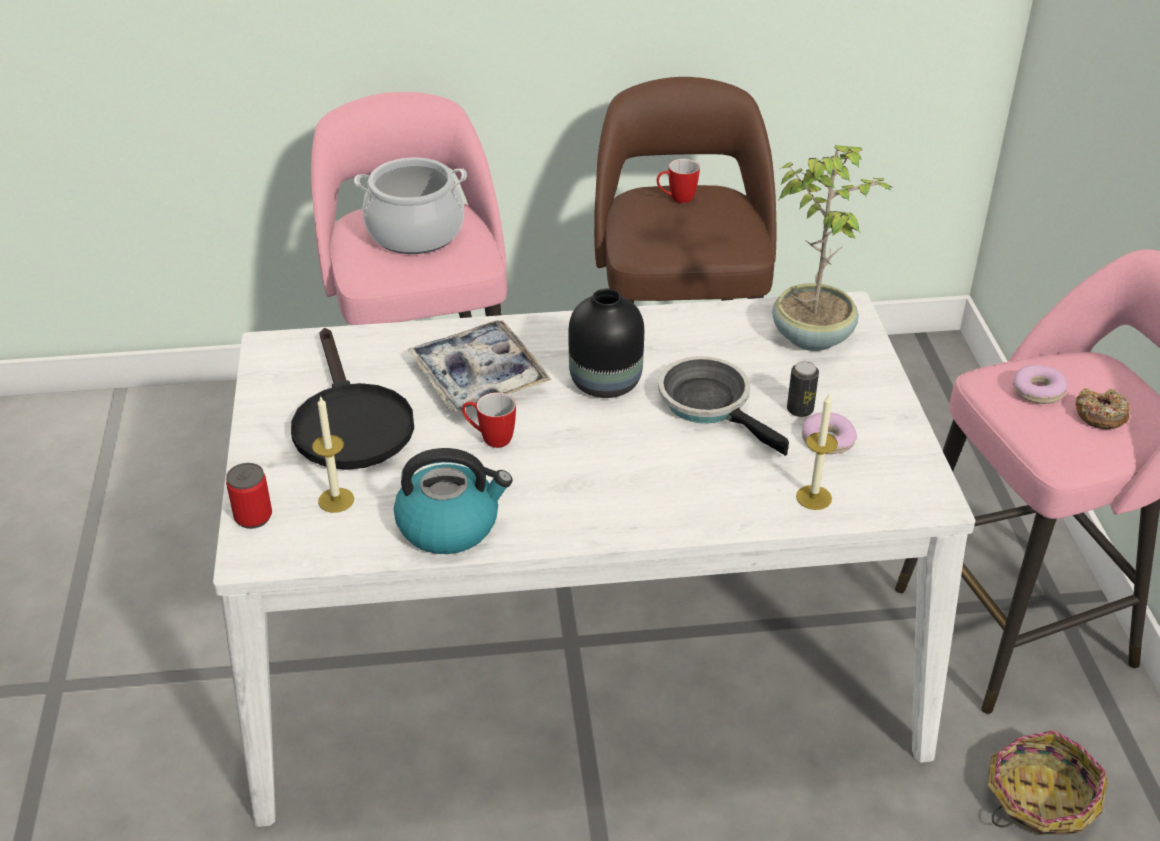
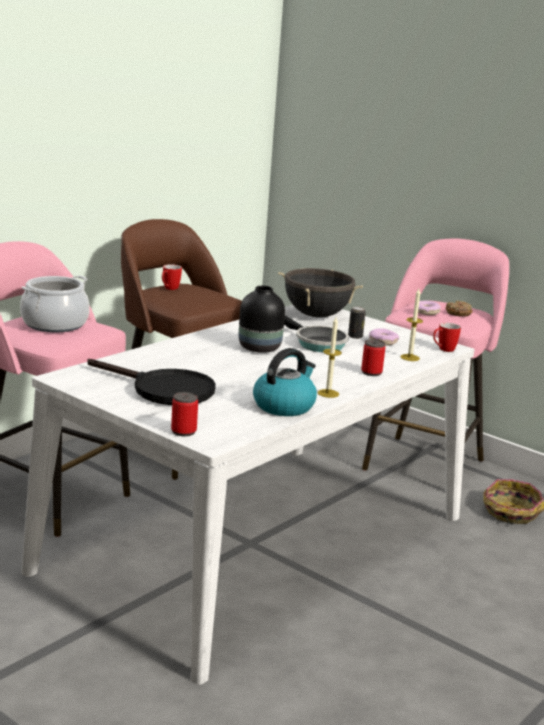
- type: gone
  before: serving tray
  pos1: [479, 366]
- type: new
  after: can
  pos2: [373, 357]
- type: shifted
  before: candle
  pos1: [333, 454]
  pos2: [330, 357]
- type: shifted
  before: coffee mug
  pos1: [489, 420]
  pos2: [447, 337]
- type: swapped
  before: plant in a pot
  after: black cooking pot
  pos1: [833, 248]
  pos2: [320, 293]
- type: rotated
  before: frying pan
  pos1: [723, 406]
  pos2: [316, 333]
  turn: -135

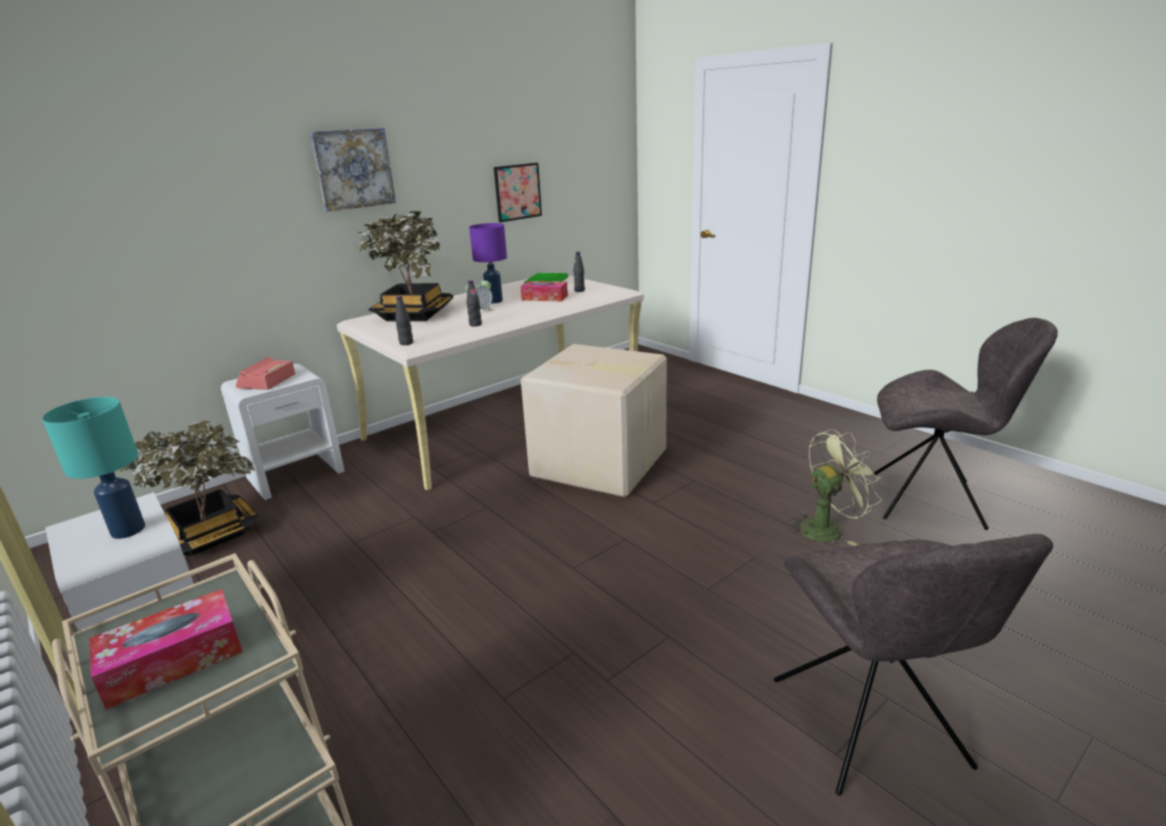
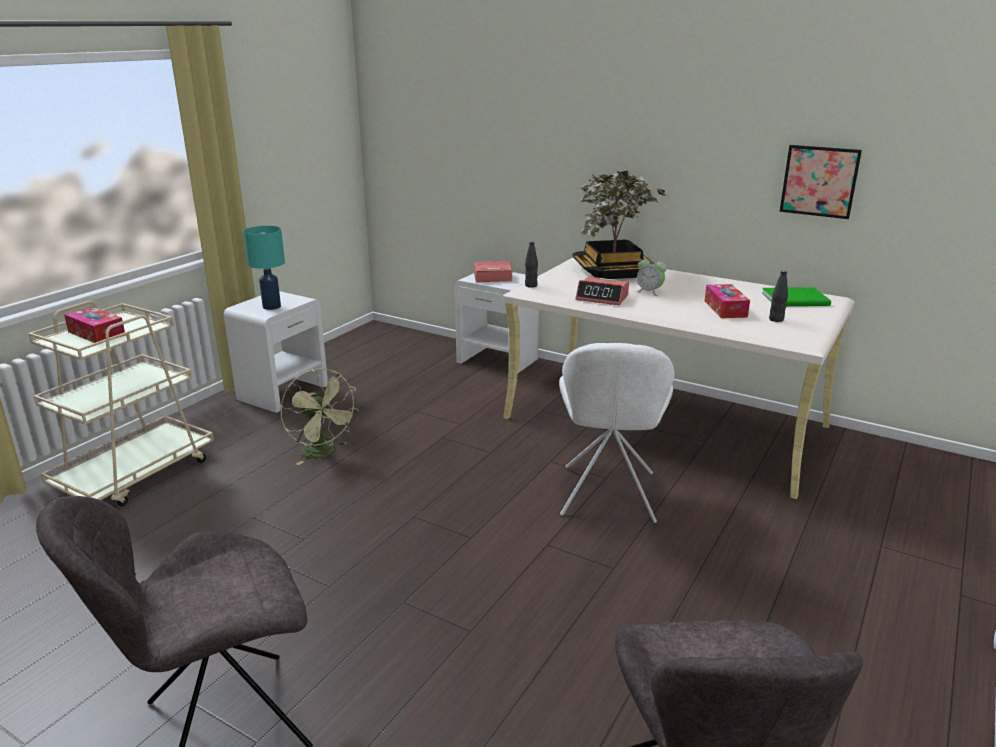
- type: gone
  before: plant in a pot
  pos1: [189, 488]
- type: gone
  before: picture
  pos1: [353, 170]
- type: gone
  before: purplish lamp for a table
  pos1: [488, 263]
- type: shifted
  before: green-coloured fan
  pos1: [834, 487]
  pos2: [319, 416]
- type: swapped
  before: black beverage bottle
  after: alarm clock
  pos1: [474, 303]
  pos2: [602, 290]
- type: swapped
  before: cardboard box
  after: white-coloured chair
  pos1: [594, 421]
  pos2: [617, 433]

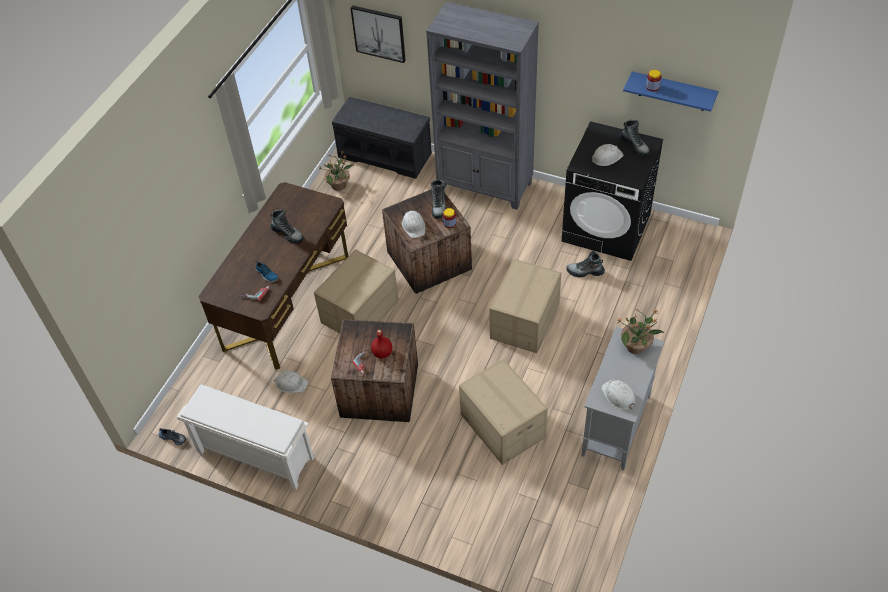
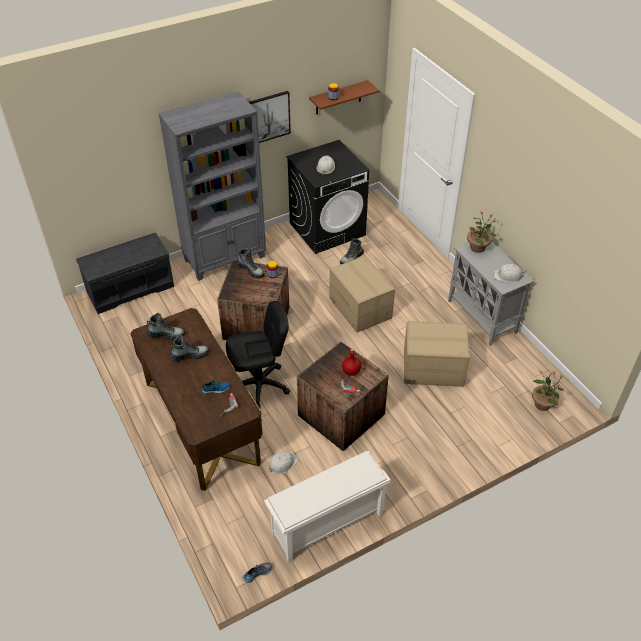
- type: gone
  before: white-coloured hard hat
  pos1: [413, 224]
- type: shifted
  before: plant in a pot
  pos1: [335, 170]
  pos2: [548, 390]
- type: shifted
  before: picture
  pos1: [378, 34]
  pos2: [270, 117]
- type: shifted
  before: boot
  pos1: [634, 138]
  pos2: [166, 326]
- type: swapped
  before: cardboard box
  after: black computer chair
  pos1: [356, 291]
  pos2: [258, 354]
- type: repainted
  before: blue-coloured bracket shelf
  after: brownish bracket shelf
  pos1: [670, 91]
  pos2: [344, 97]

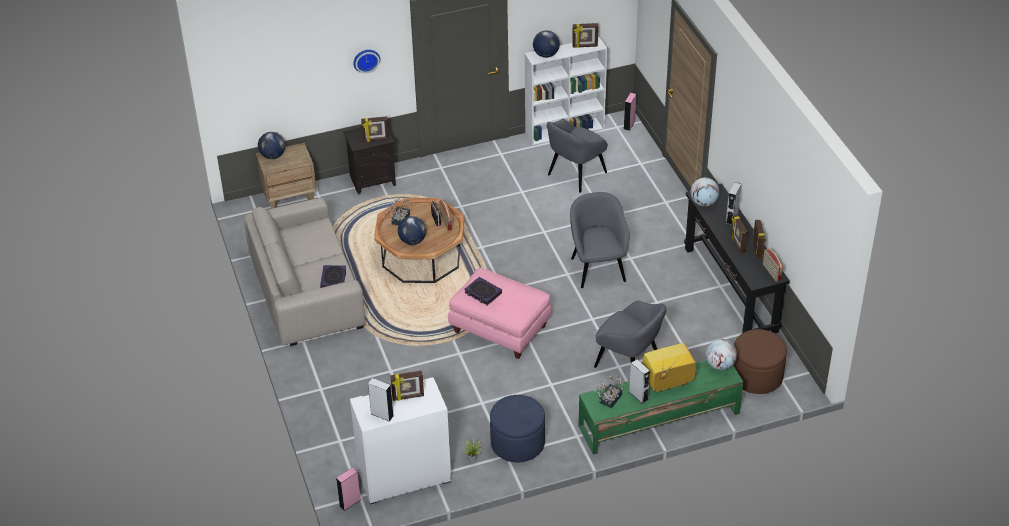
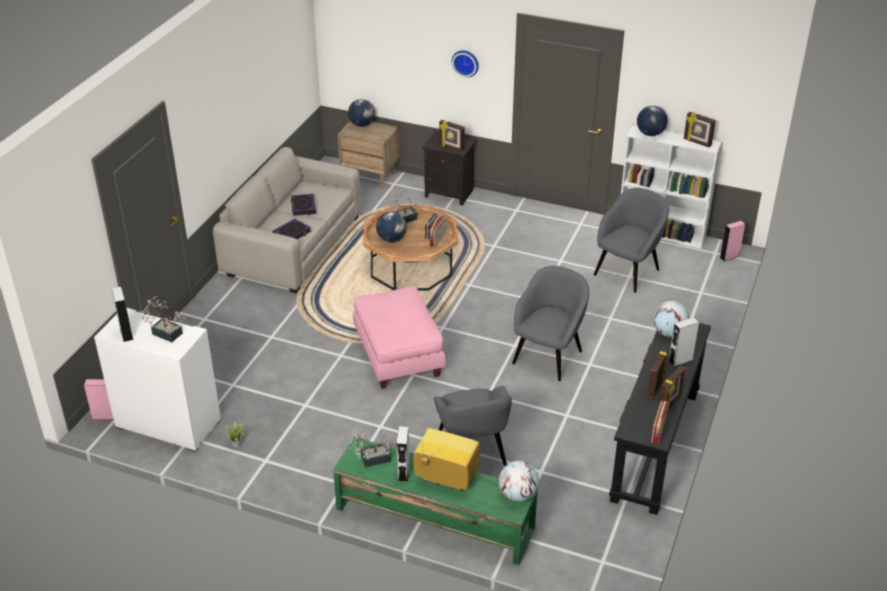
- type: gone
  before: blue-coloured pouffe
  pos1: [517, 428]
- type: gone
  before: brownish pouffe
  pos1: [760, 361]
- type: shifted
  before: book
  pos1: [483, 291]
  pos2: [303, 205]
- type: swapped
  before: photo frame
  after: plant in a pot
  pos1: [407, 386]
  pos2: [162, 319]
- type: rotated
  before: greyish armchair
  pos1: [577, 156]
  pos2: [631, 240]
  turn: 135

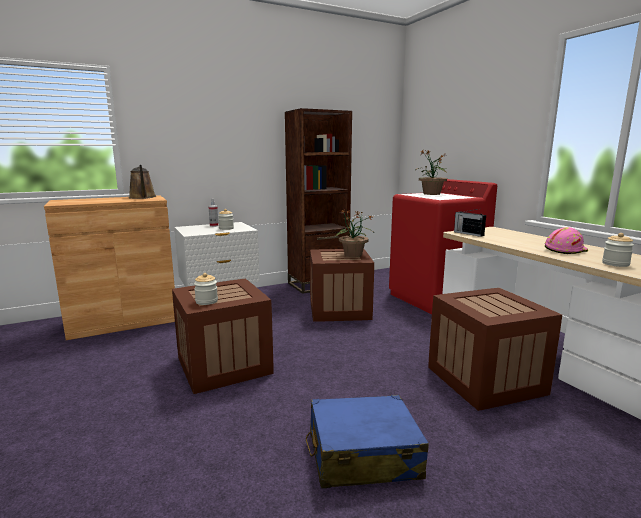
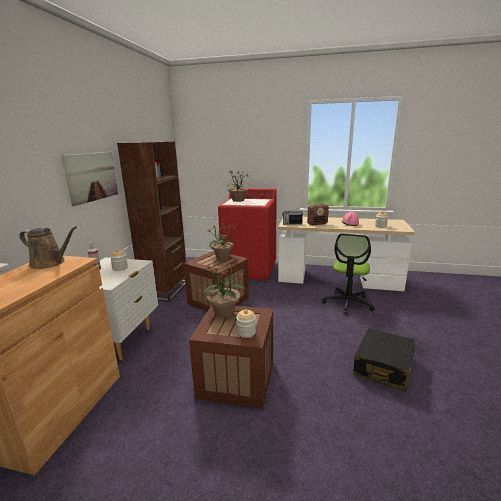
- type: new
  after: picture
  pos2: [89, 179]
- type: new
  after: plant in a pot
  pos2: [224, 291]
- type: new
  after: radio set
  pos2: [318, 214]
- type: swapped
  before: shipping crate
  after: computer chair
  pos1: [495, 349]
  pos2: [348, 274]
- type: repainted
  before: blue-coloured travel case
  after: black travel case
  pos1: [367, 441]
  pos2: [384, 360]

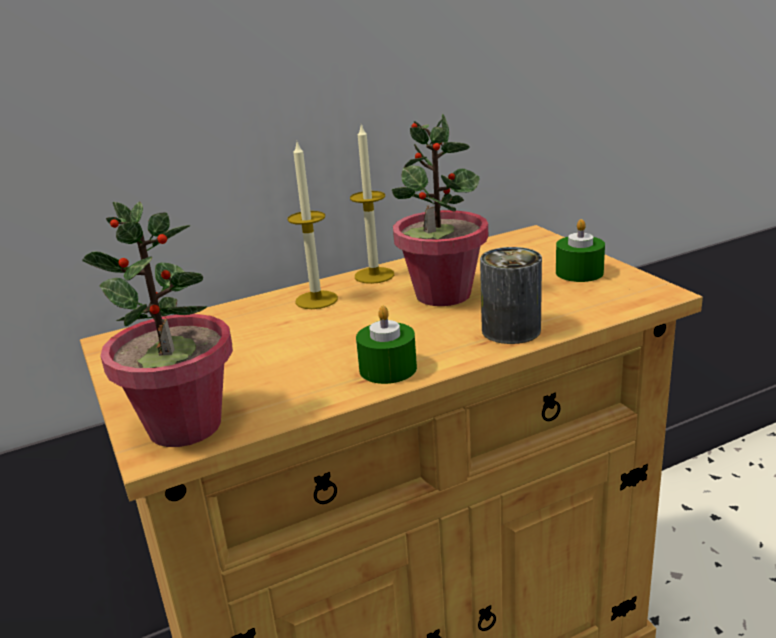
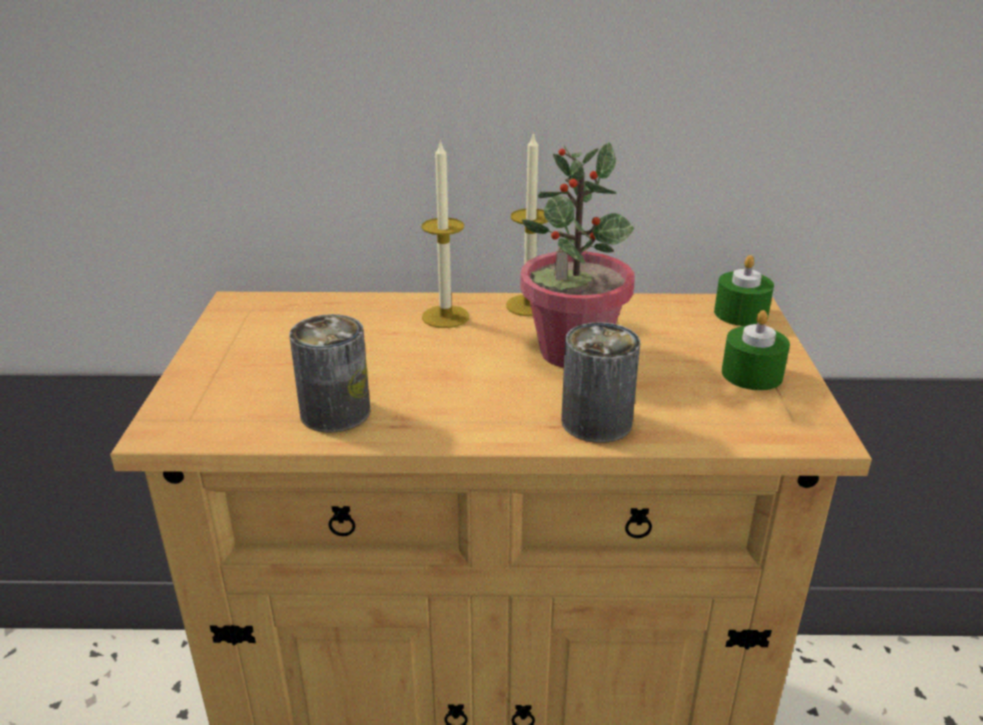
- type: gone
  before: plant in a pot
  pos1: [157, 324]
- type: new
  after: can
  pos2: [329, 373]
- type: shifted
  before: green-coloured candle
  pos1: [386, 345]
  pos2: [744, 290]

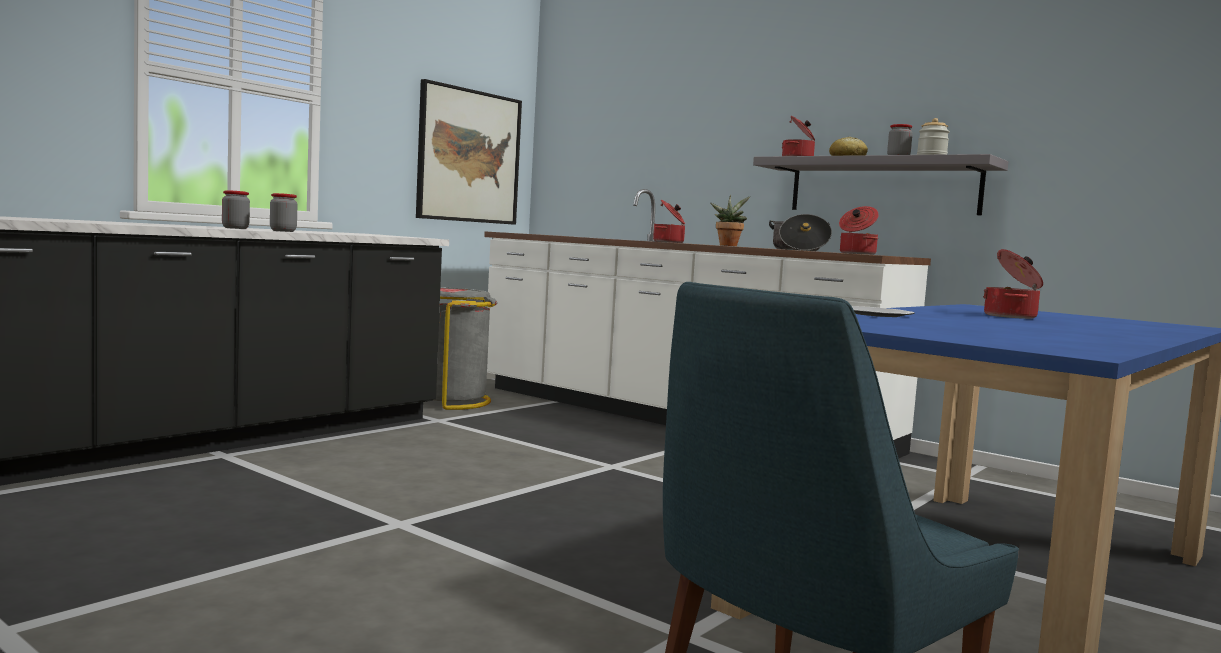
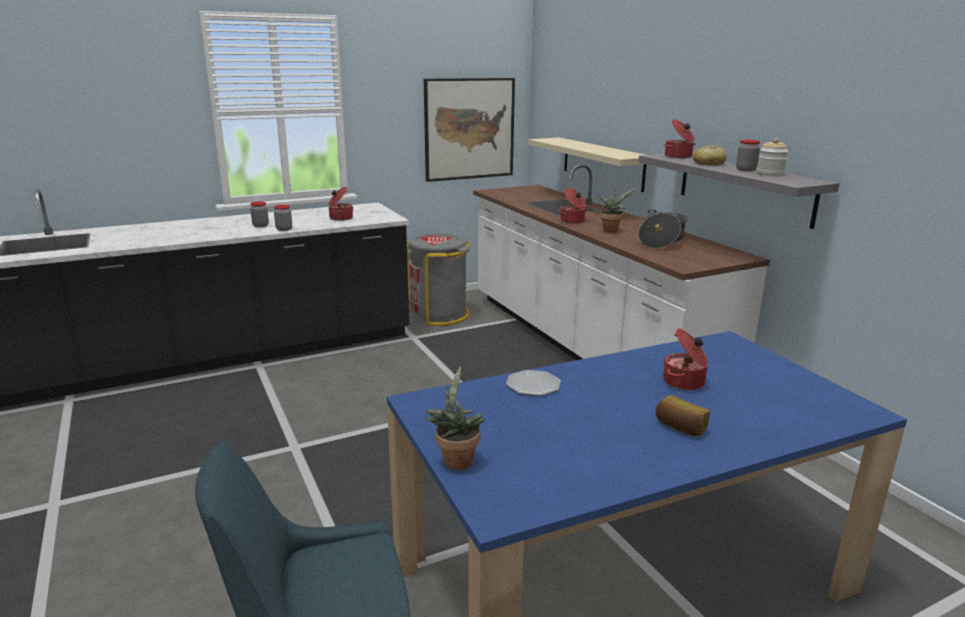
- type: new
  after: plant in a pot
  pos2: [454, 418]
- type: new
  after: sand-coloured bracket shelf
  pos2: [587, 165]
- type: new
  after: bread
  pos2: [683, 415]
- type: shifted
  before: cooking pot
  pos1: [858, 230]
  pos2: [340, 204]

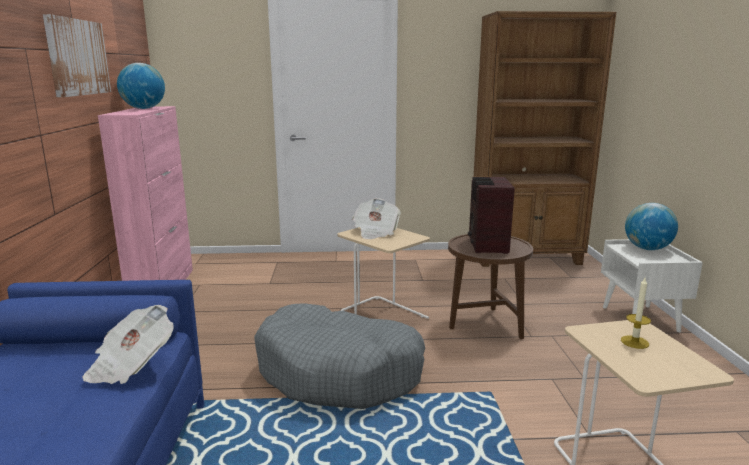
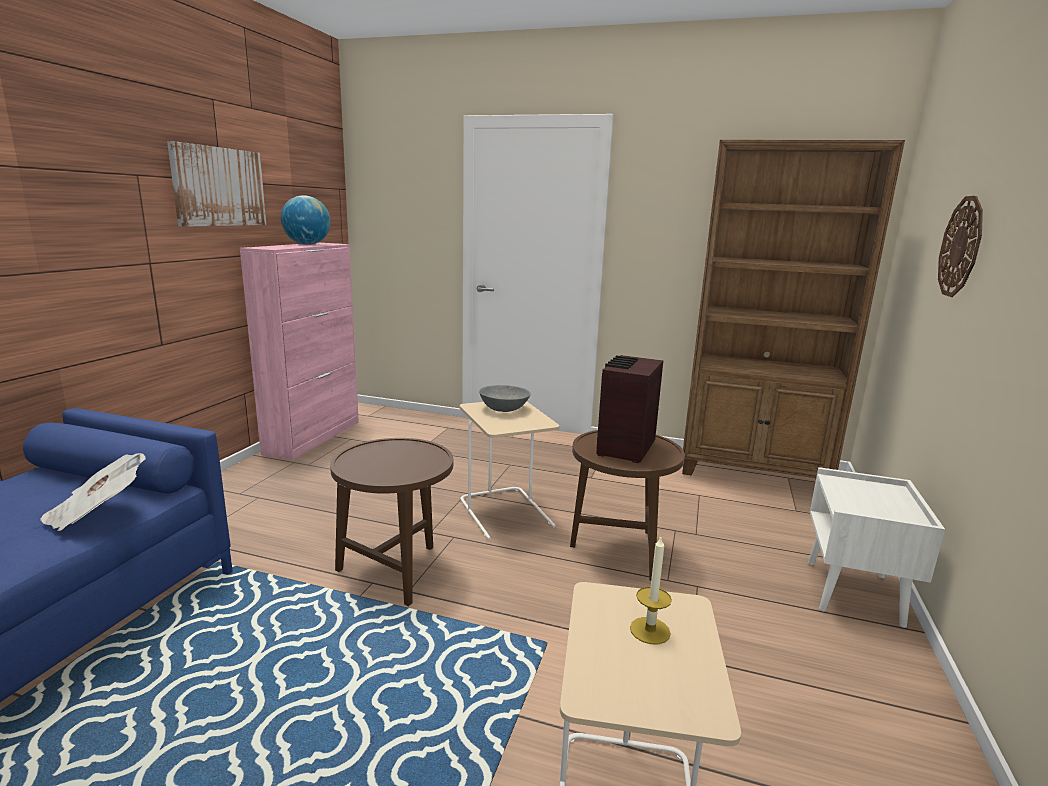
- type: gone
  before: desk globe
  pos1: [651, 226]
- type: new
  after: hanging clock
  pos2: [960, 246]
- type: swapped
  before: greyish dog cushion
  after: brownish side table
  pos1: [339, 356]
  pos2: [391, 522]
- type: swapped
  before: daily paper
  after: greyish serving bowl
  pos1: [376, 218]
  pos2: [504, 398]

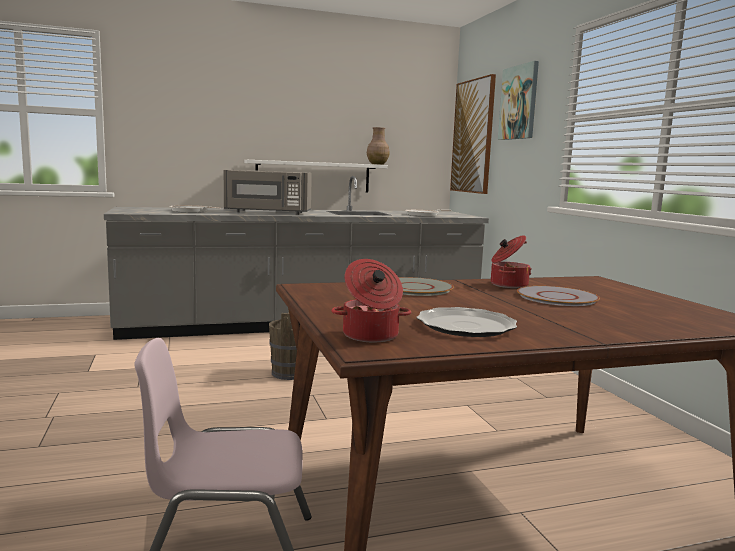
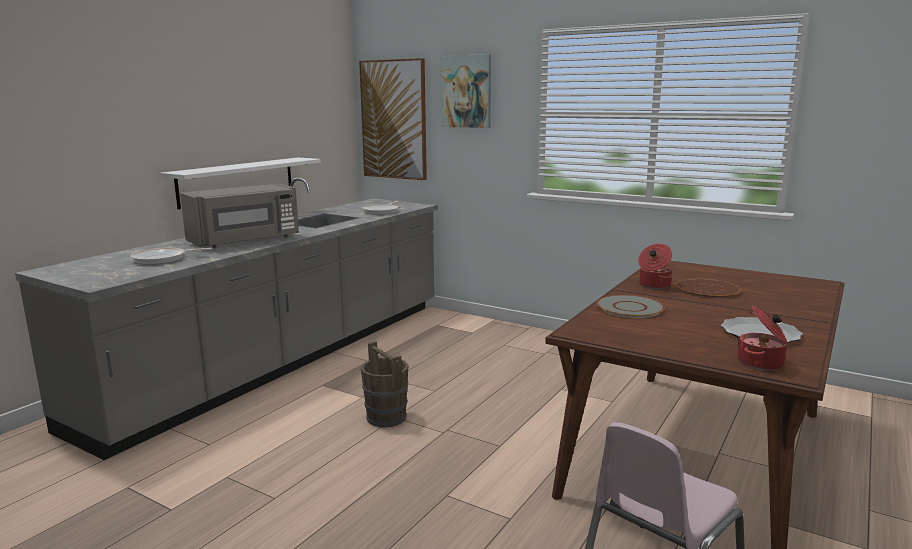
- type: gone
  before: brownish flower vase
  pos1: [378, 146]
- type: repainted
  before: greyish plate
  after: brownish plate
  pos1: [558, 296]
  pos2: [708, 288]

